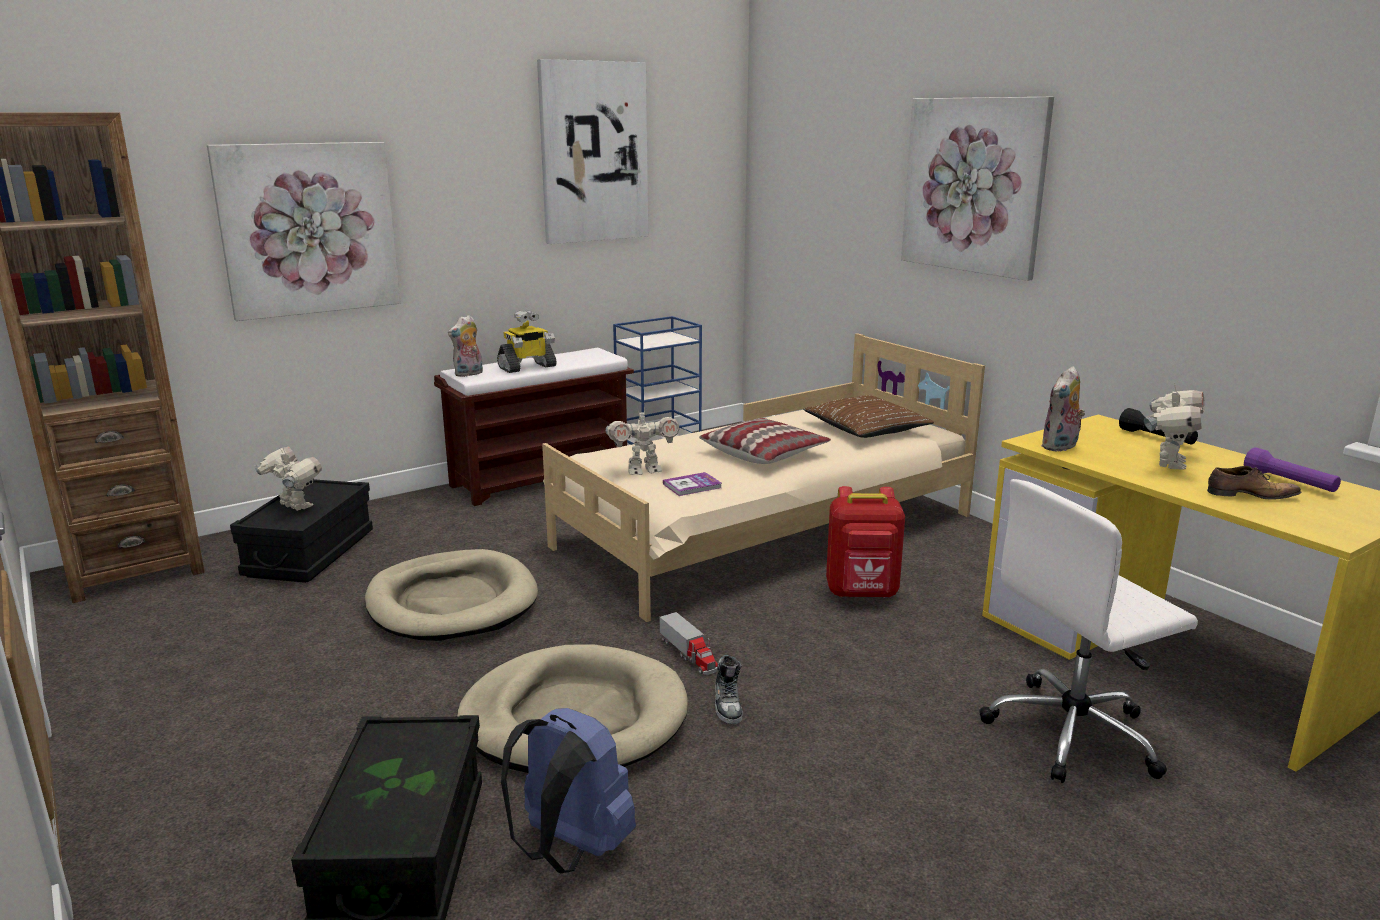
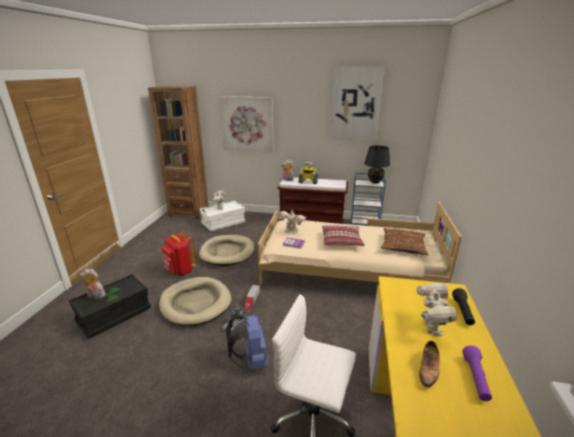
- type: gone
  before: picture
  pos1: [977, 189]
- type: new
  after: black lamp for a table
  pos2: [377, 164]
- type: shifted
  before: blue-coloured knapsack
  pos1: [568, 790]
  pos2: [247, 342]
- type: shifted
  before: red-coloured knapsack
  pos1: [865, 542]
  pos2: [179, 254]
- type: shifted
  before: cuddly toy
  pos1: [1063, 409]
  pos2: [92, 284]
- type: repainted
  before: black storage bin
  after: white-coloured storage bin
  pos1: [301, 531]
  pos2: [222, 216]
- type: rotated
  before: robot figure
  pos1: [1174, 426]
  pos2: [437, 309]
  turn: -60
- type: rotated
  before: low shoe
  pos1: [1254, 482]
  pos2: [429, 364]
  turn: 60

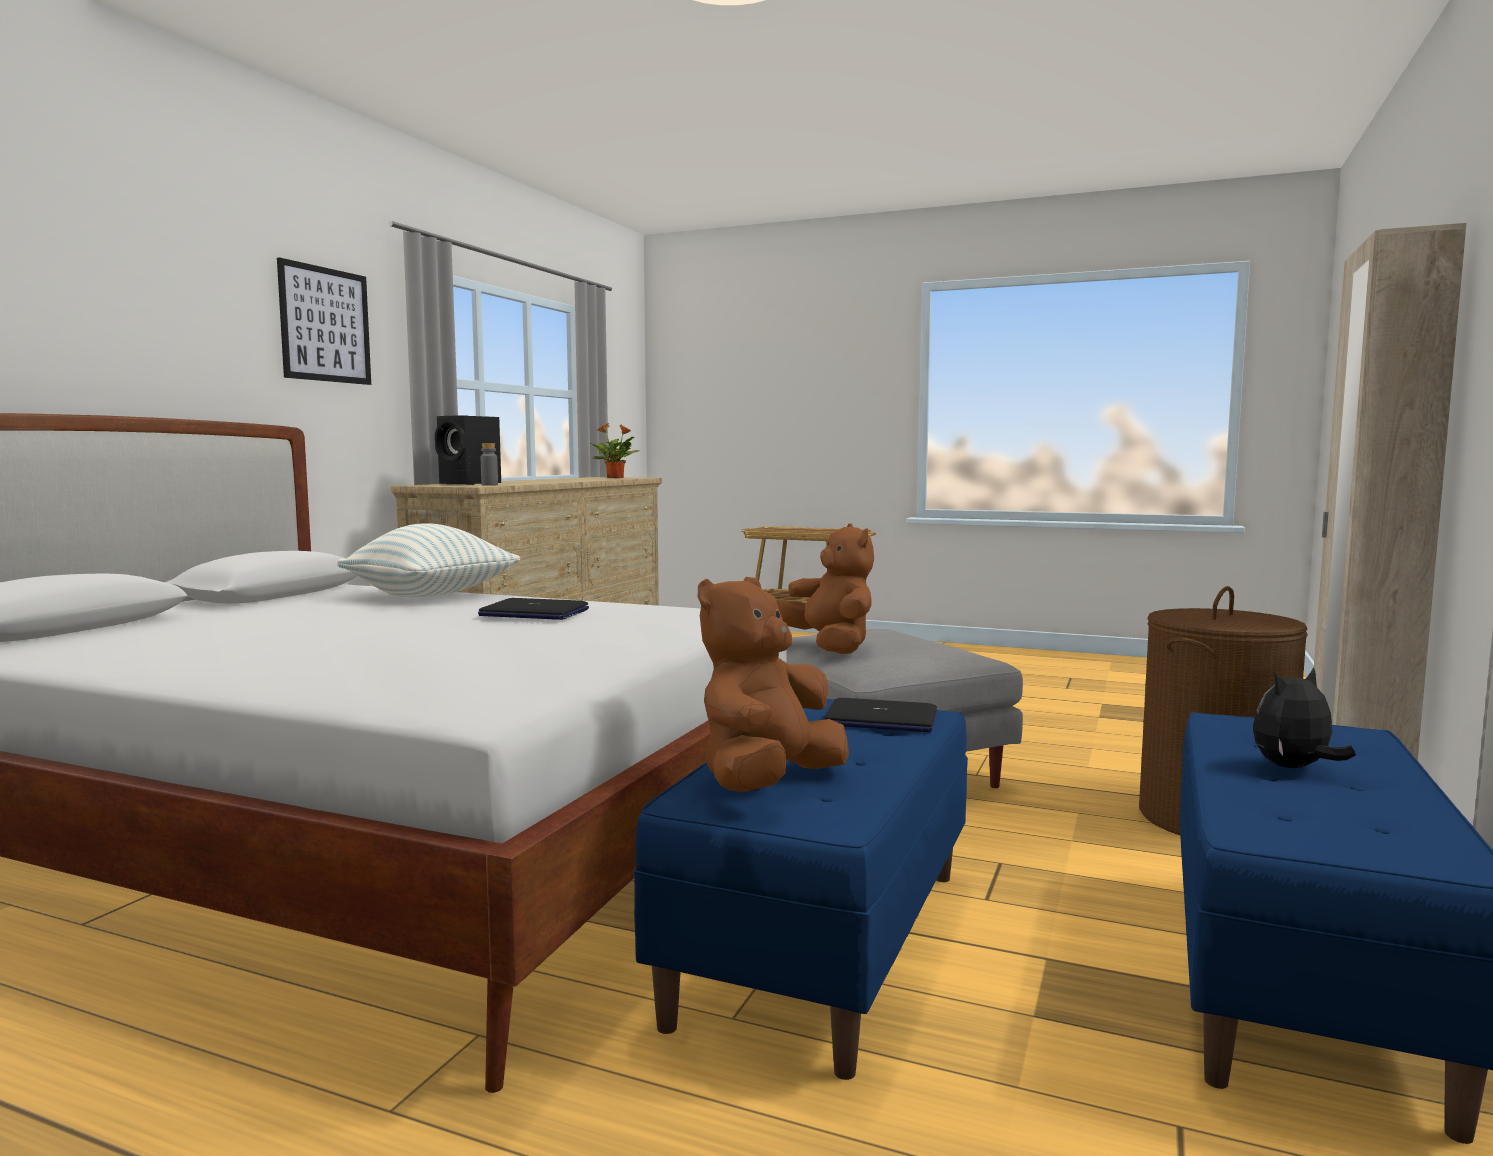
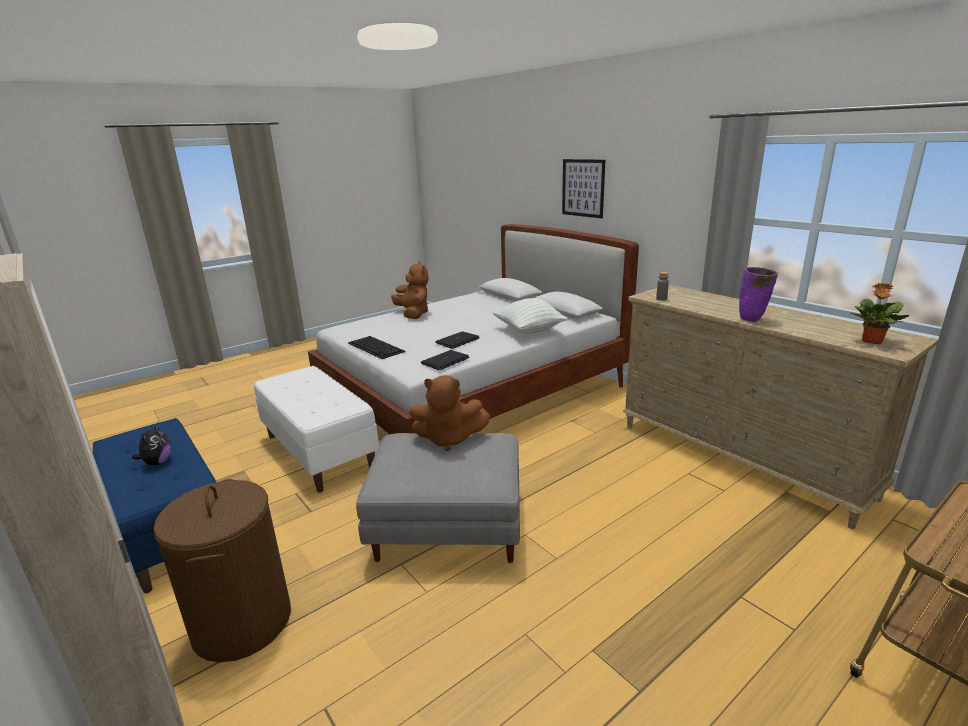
- type: gone
  before: black loudspeaker
  pos1: [468, 450]
- type: new
  after: computer keyboard
  pos2: [377, 347]
- type: new
  after: purplish flower vase
  pos2: [758, 294]
- type: shifted
  before: picture
  pos1: [324, 321]
  pos2: [583, 189]
- type: shifted
  before: brownish cuddly toy
  pos1: [773, 684]
  pos2: [409, 290]
- type: shifted
  before: portable computer
  pos1: [880, 715]
  pos2: [445, 360]
- type: repainted
  before: blue-coloured bench
  after: white-coloured bench
  pos1: [801, 889]
  pos2: [316, 429]

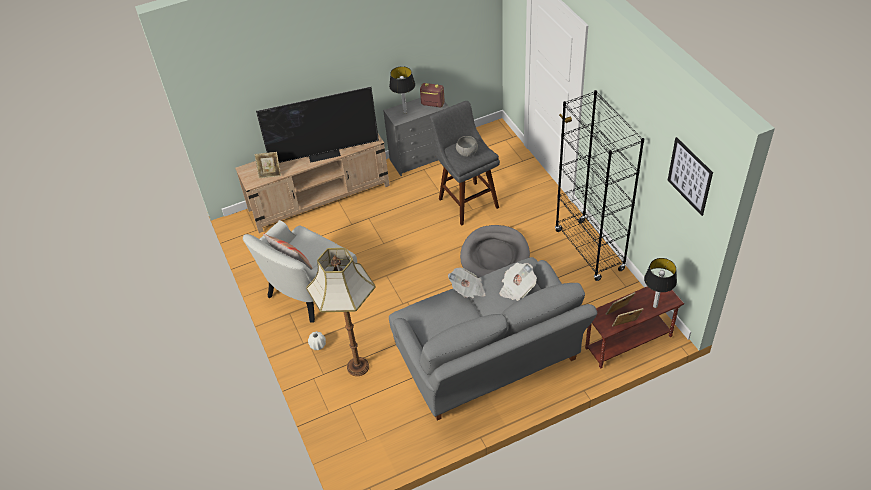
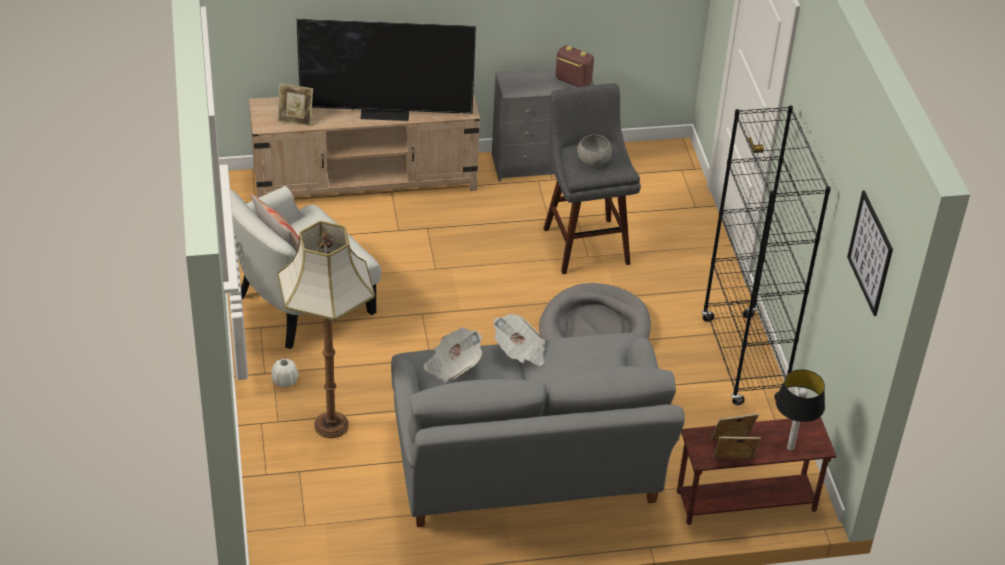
- type: gone
  before: lamp for a table
  pos1: [402, 89]
- type: shifted
  before: daily paper
  pos1: [518, 282]
  pos2: [453, 355]

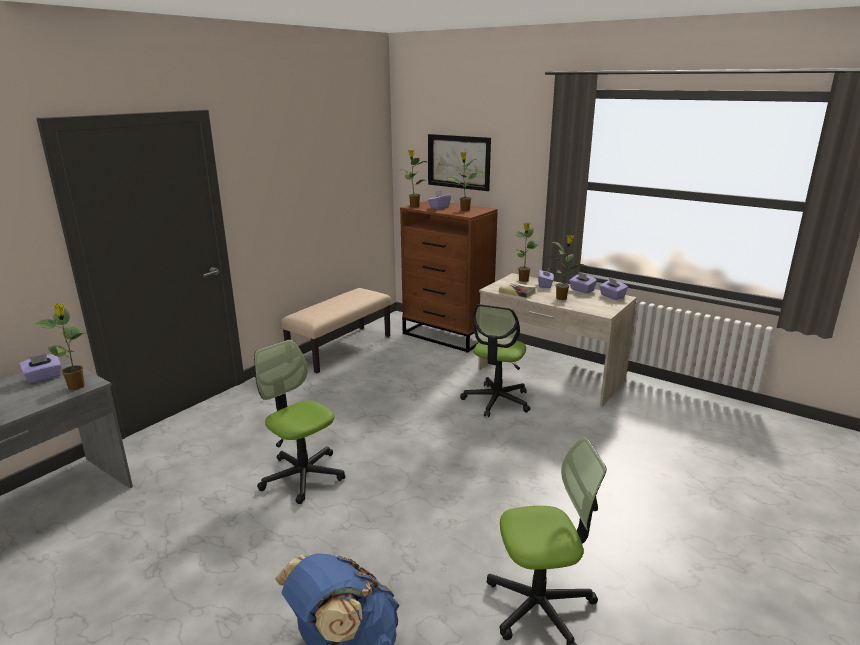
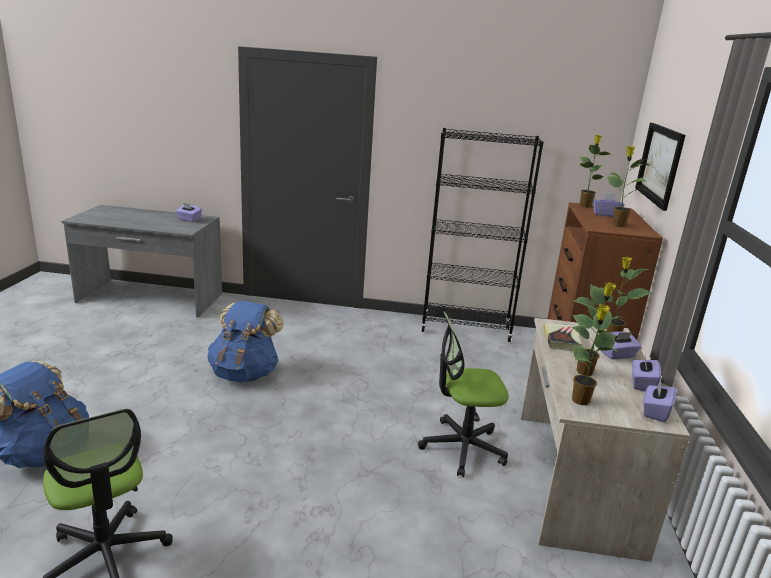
- type: shifted
  before: plant in a pot
  pos1: [60, 346]
  pos2: [594, 354]
- type: swapped
  before: computer chair
  after: blue-coloured knapsack
  pos1: [299, 422]
  pos2: [245, 341]
- type: swapped
  before: sand-coloured bench
  after: black bookcase
  pos1: [336, 330]
  pos2: [482, 235]

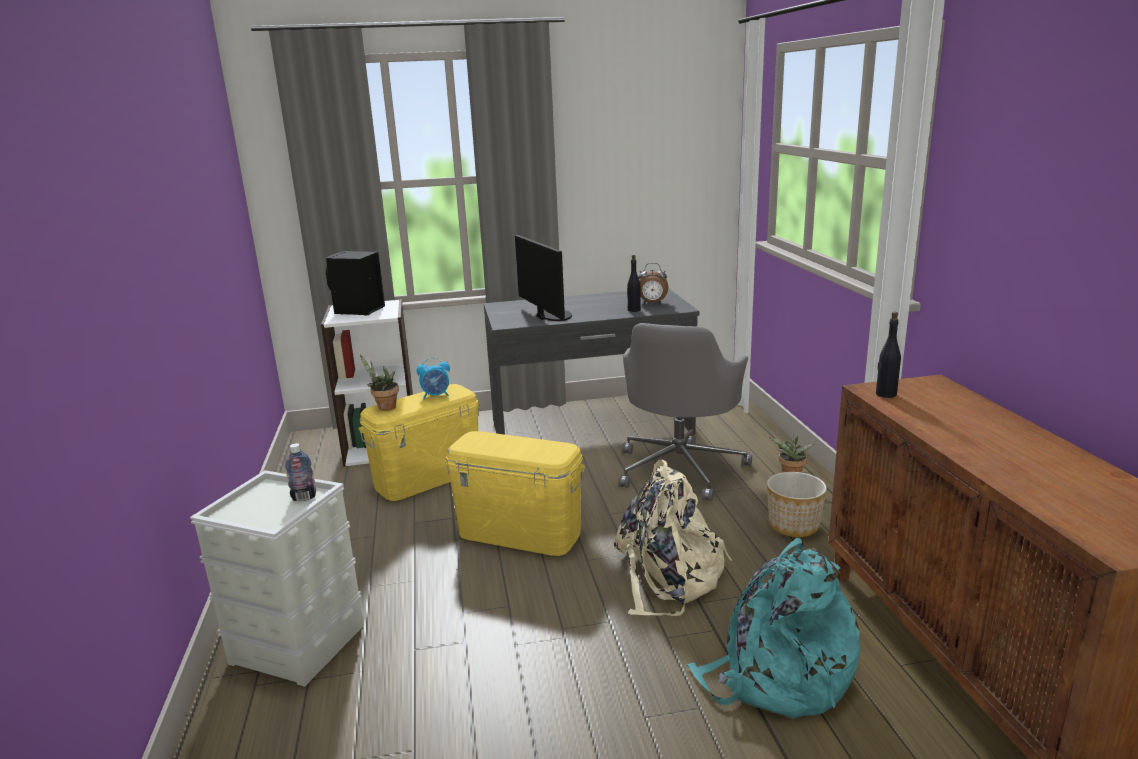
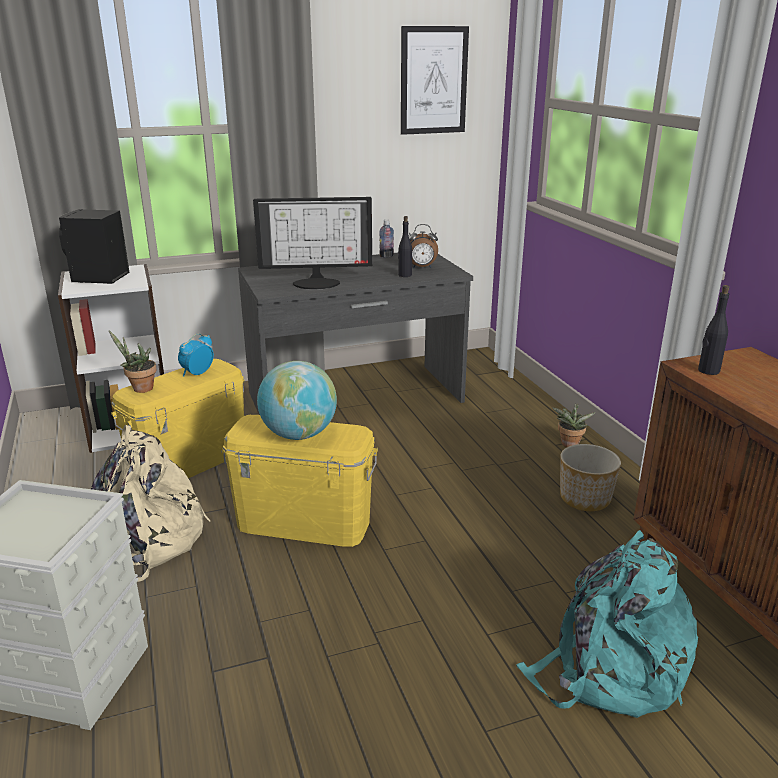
- type: gone
  before: greyish computer chair
  pos1: [685, 412]
- type: new
  after: desk globe
  pos2: [297, 400]
- type: new
  after: picture
  pos2: [435, 80]
- type: shifted
  before: beverage bottle
  pos1: [300, 472]
  pos2: [386, 239]
- type: shifted
  before: sand-coloured knapsack
  pos1: [673, 537]
  pos2: [150, 503]
- type: rotated
  before: alarm clock
  pos1: [433, 378]
  pos2: [196, 355]
  turn: 150
- type: rotated
  before: monitor
  pos1: [543, 278]
  pos2: [312, 243]
  turn: 120

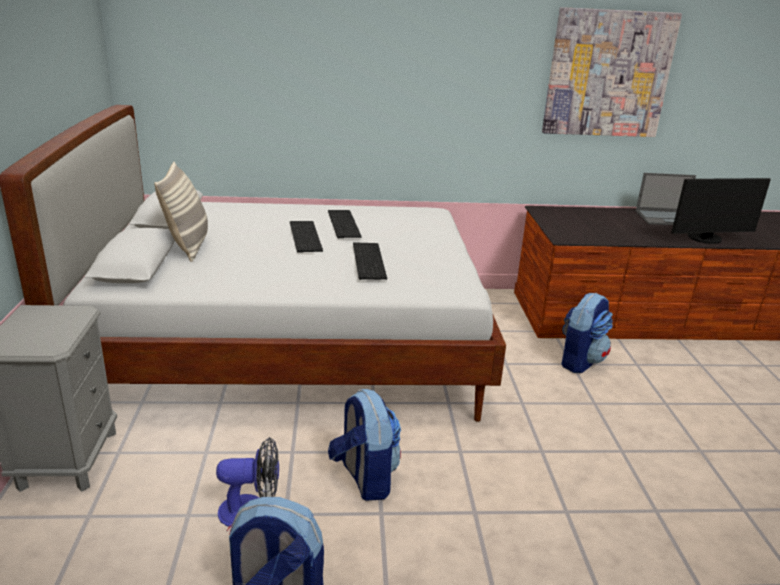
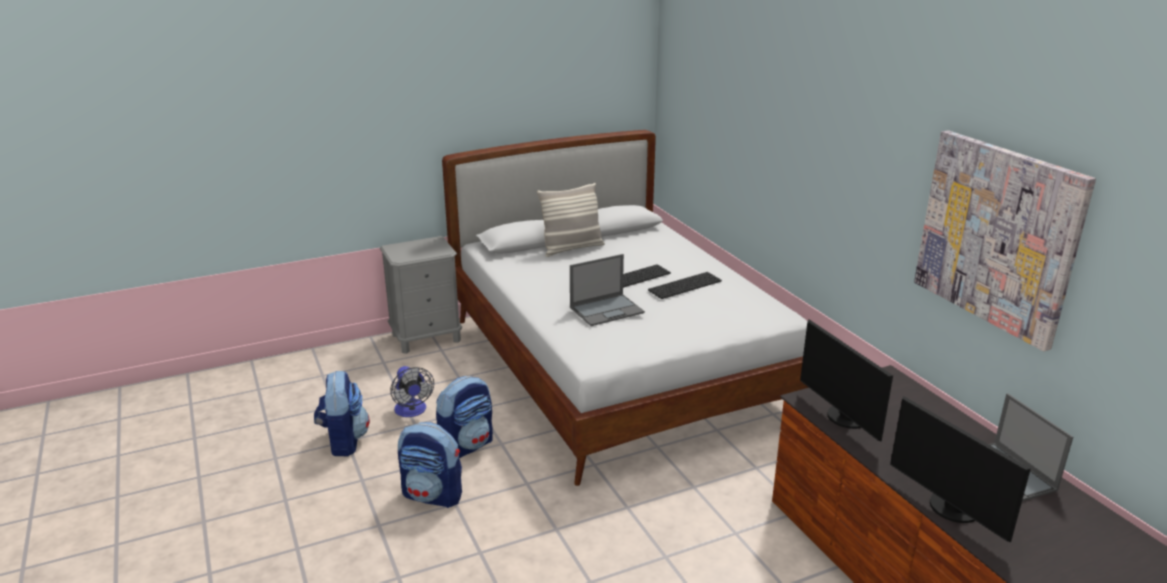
- type: new
  after: monitor
  pos2: [846, 380]
- type: shifted
  before: knapsack
  pos1: [587, 332]
  pos2: [430, 465]
- type: swapped
  before: computer keyboard
  after: portable computer
  pos1: [370, 261]
  pos2: [607, 290]

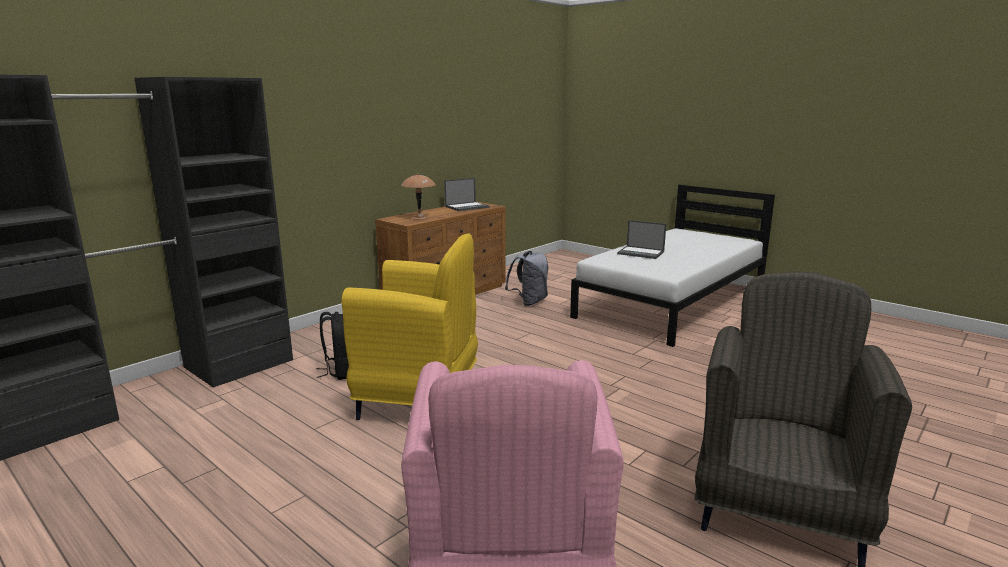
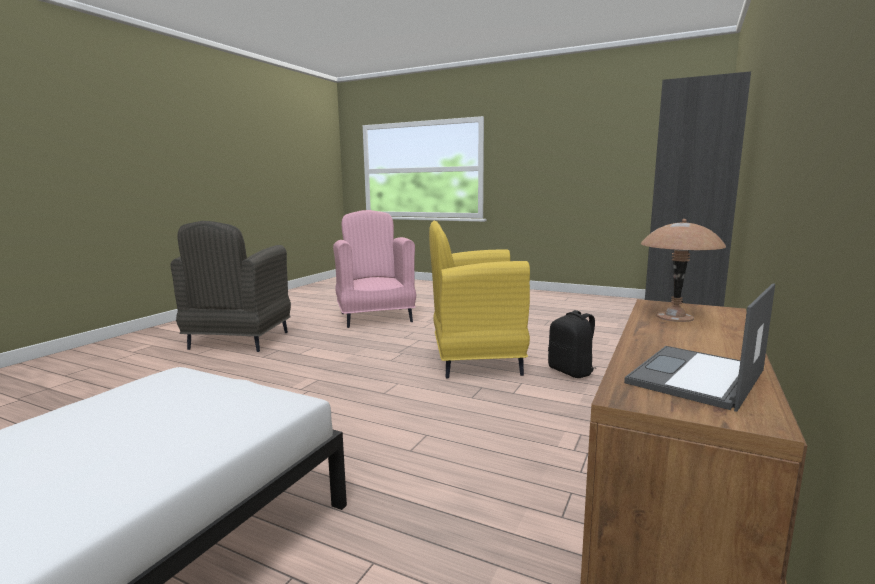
- type: gone
  before: greyish knapsack
  pos1: [527, 278]
- type: gone
  before: portable computer
  pos1: [641, 239]

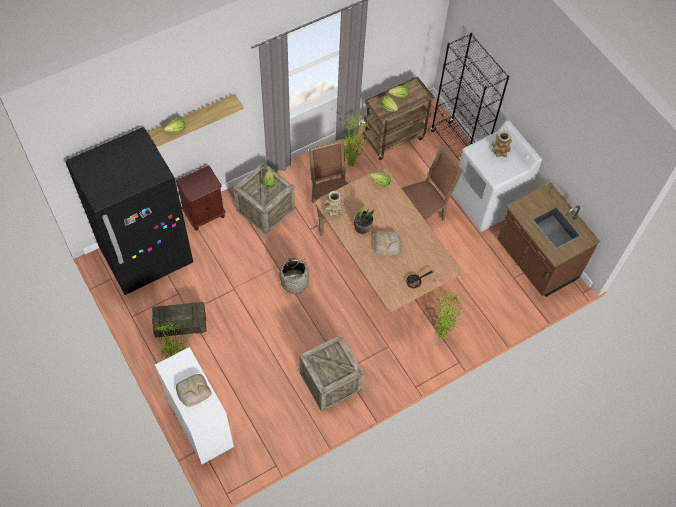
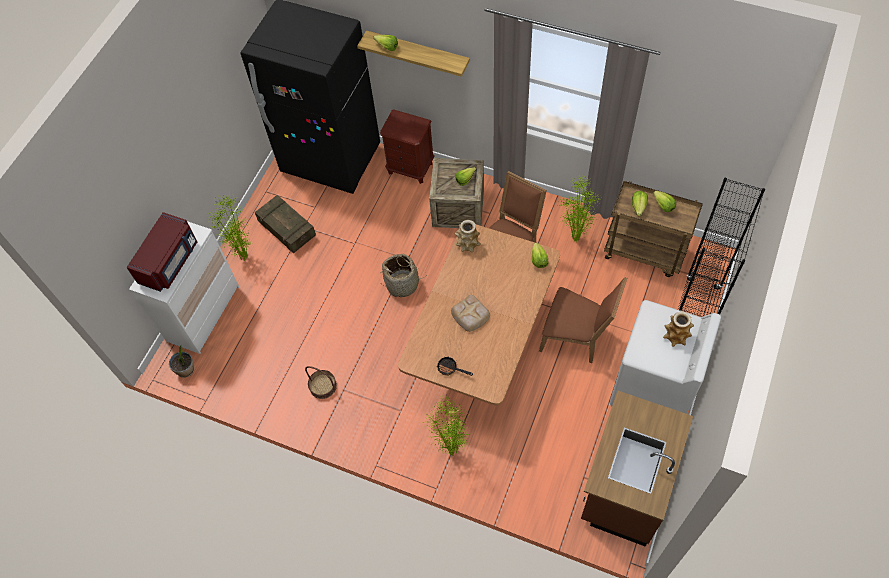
- type: shifted
  before: plant in a pot
  pos1: [364, 218]
  pos2: [182, 361]
- type: swapped
  before: bread
  after: red-coloured microwave oven
  pos1: [194, 390]
  pos2: [161, 252]
- type: swapped
  before: shipping crate
  after: household basket
  pos1: [331, 373]
  pos2: [321, 382]

